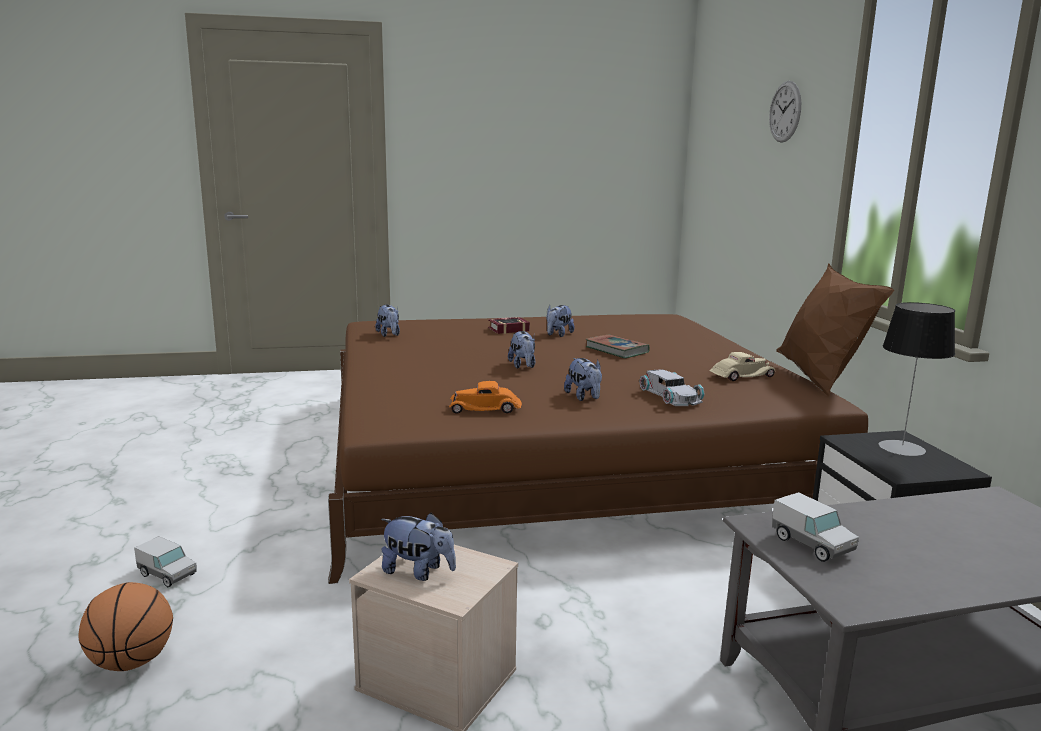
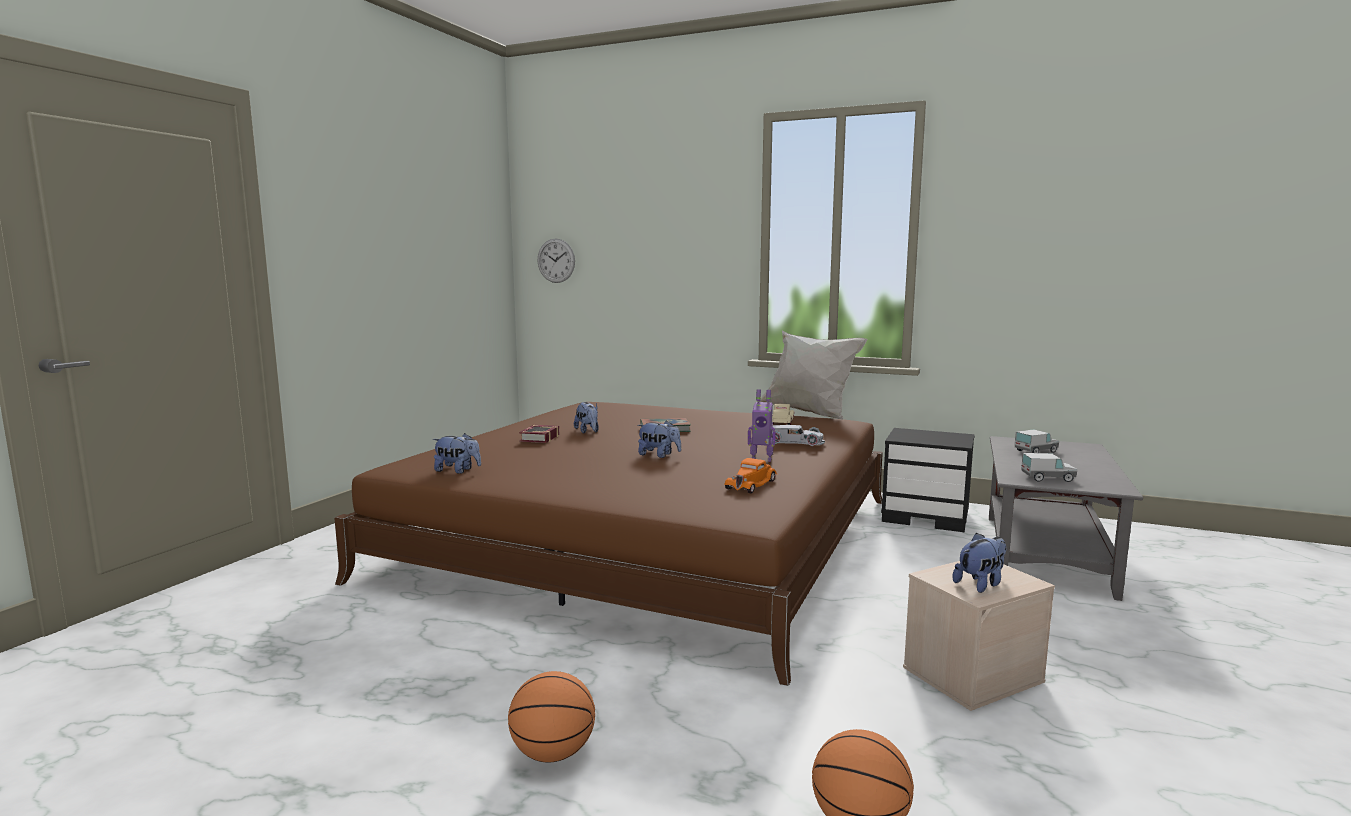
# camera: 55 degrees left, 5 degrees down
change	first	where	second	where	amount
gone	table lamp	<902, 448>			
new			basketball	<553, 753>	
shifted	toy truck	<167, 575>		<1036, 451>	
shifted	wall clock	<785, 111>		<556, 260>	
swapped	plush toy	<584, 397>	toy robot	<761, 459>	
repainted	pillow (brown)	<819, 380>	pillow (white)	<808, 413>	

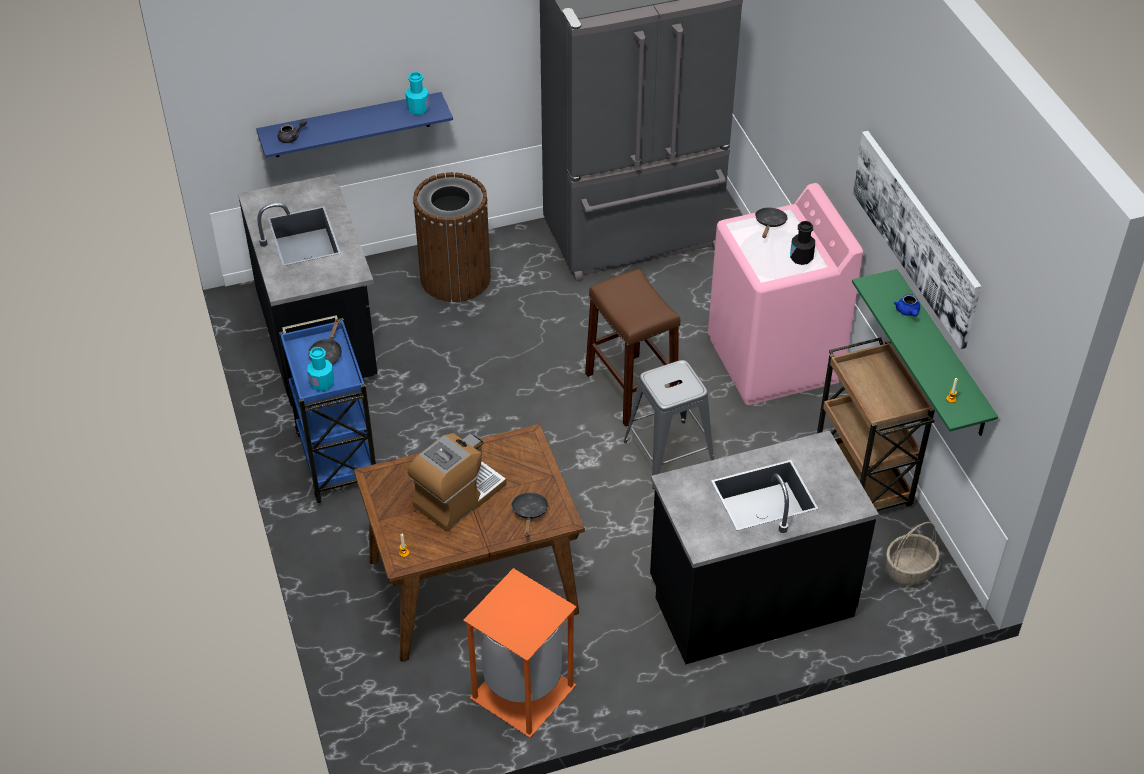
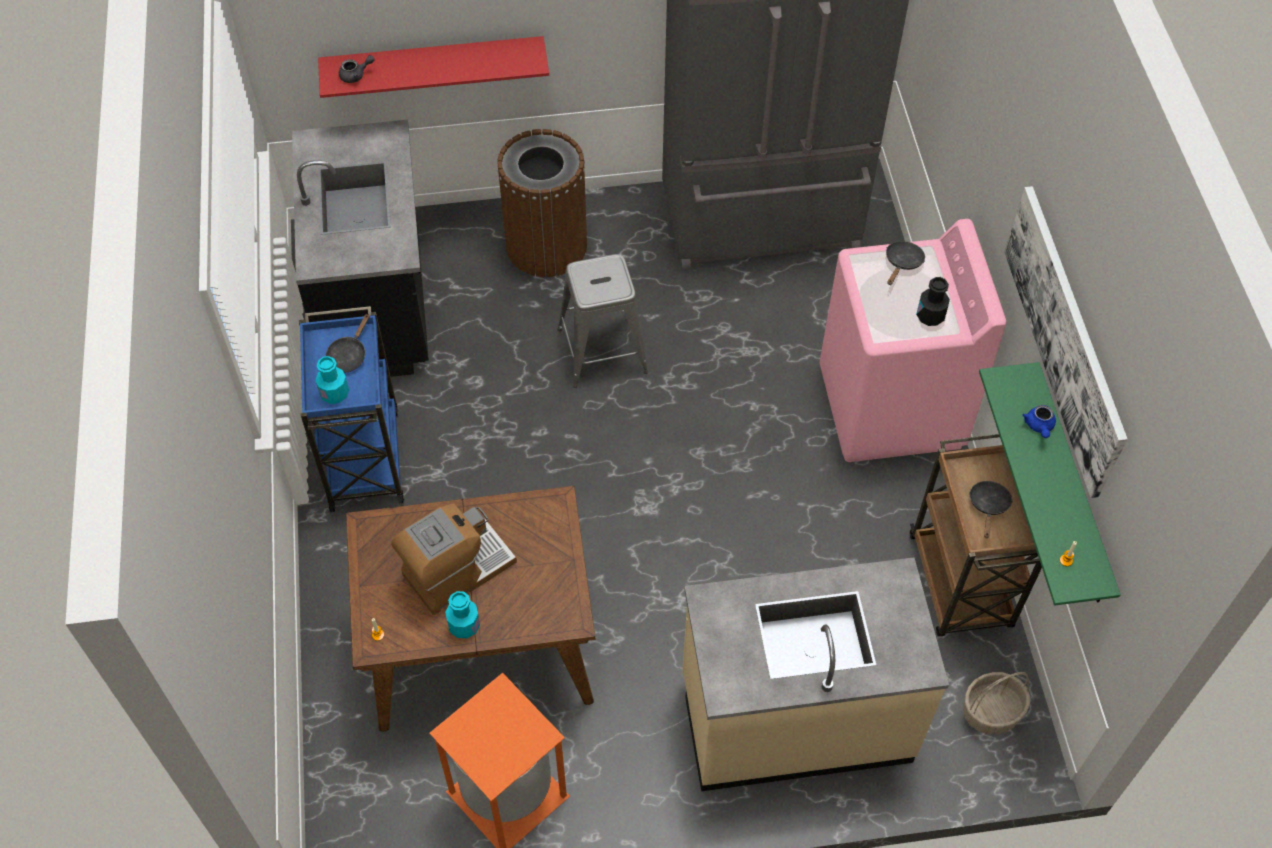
# camera: 10 degrees right, 10 degrees up
change	first	where	second	where	amount
gone	stool (brown)	<631, 389>			
shifted	bottle (turquoise)	<418, 109>		<464, 625>	
shifted	frying pan (black)	<529, 513>		<988, 506>	
shifted	stool (grey)	<668, 454>		<602, 351>	
repainted	shelf (blue)	<351, 125>	shelf (red)	<433, 63>	
repainted	counter (black)	<750, 598>	counter (beige)	<795, 717>	

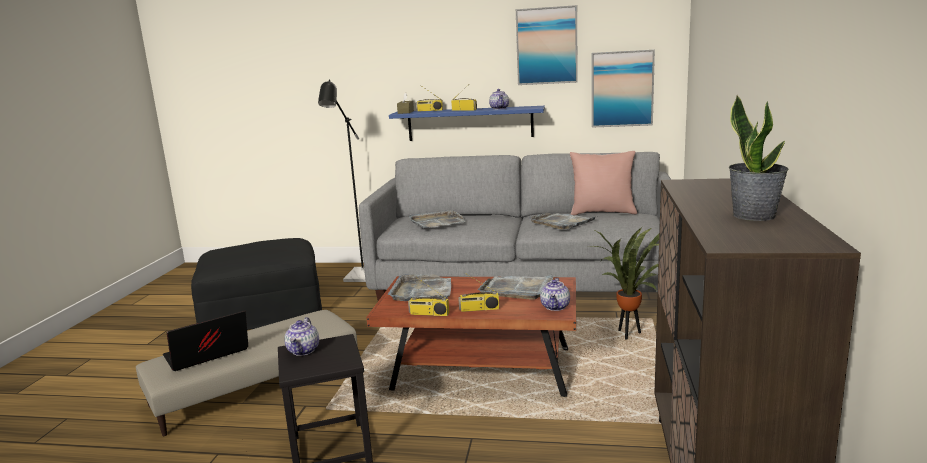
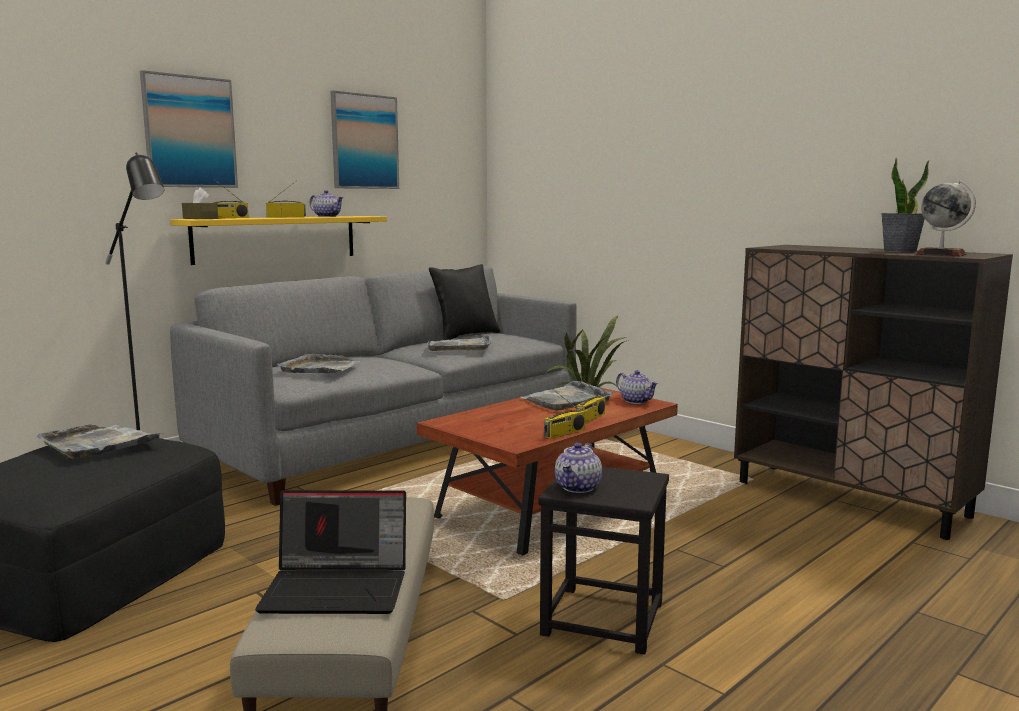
# camera: 55 degrees left, 5 degrees down
change	first	where	second	where	amount
new			globe	<941, 254>	
shifted	tray (grey)	<422, 291>		<98, 444>	
shifted	picture	<622, 89>		<189, 132>	
repainted	shelf (blue)	<470, 123>	shelf (yellow)	<276, 238>	
repainted	pillow (pink)	<602, 212>	pillow (black)	<465, 336>	
rotated	laptop	<206, 356>		<338, 588>	90 degrees counterclockwise
rotated	teapot	<304, 350>		<578, 487>	75 degrees clockwise

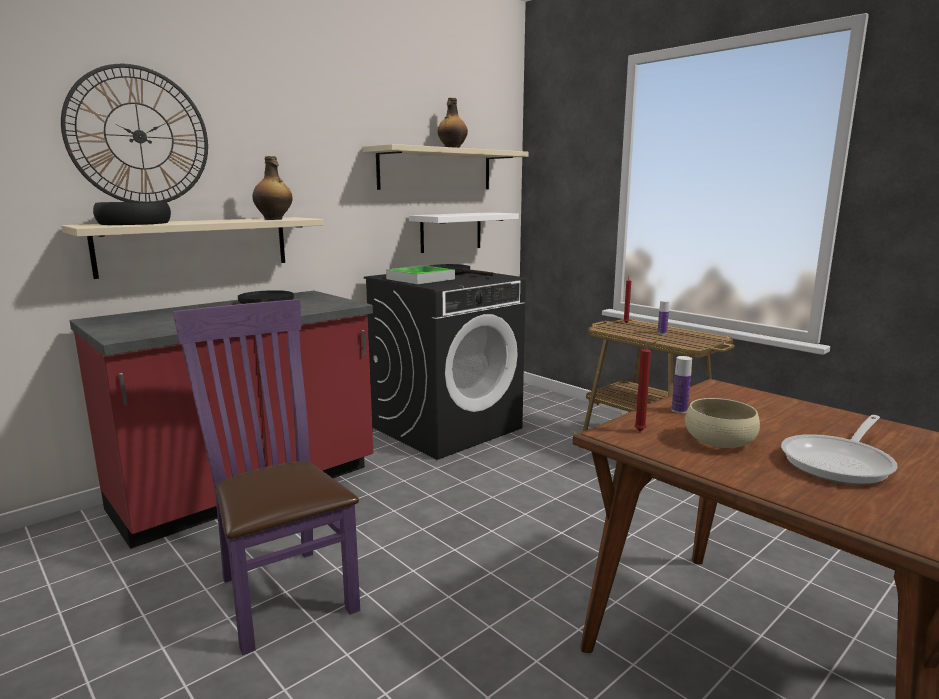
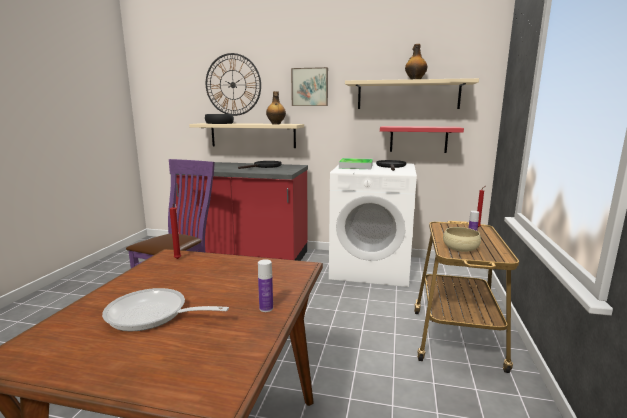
# camera: 55 degrees right, 0 degrees up
change	first	where	second	where	amount
new			picture	<310, 87>	
shifted	bottle	<679, 410>		<266, 308>	
shifted	bowl (beige)	<719, 441>		<460, 248>	
repainted	washing machine (black)	<447, 427>	washing machine (white)	<371, 268>	
repainted	shelf (white)	<451, 232>	shelf (red)	<418, 139>	

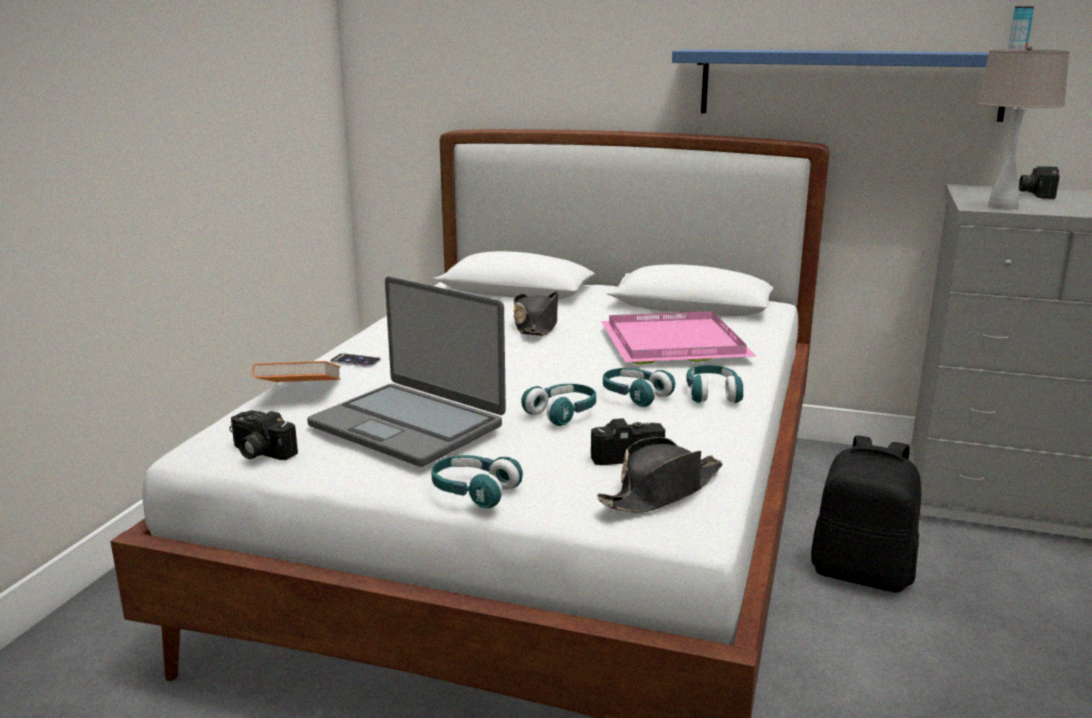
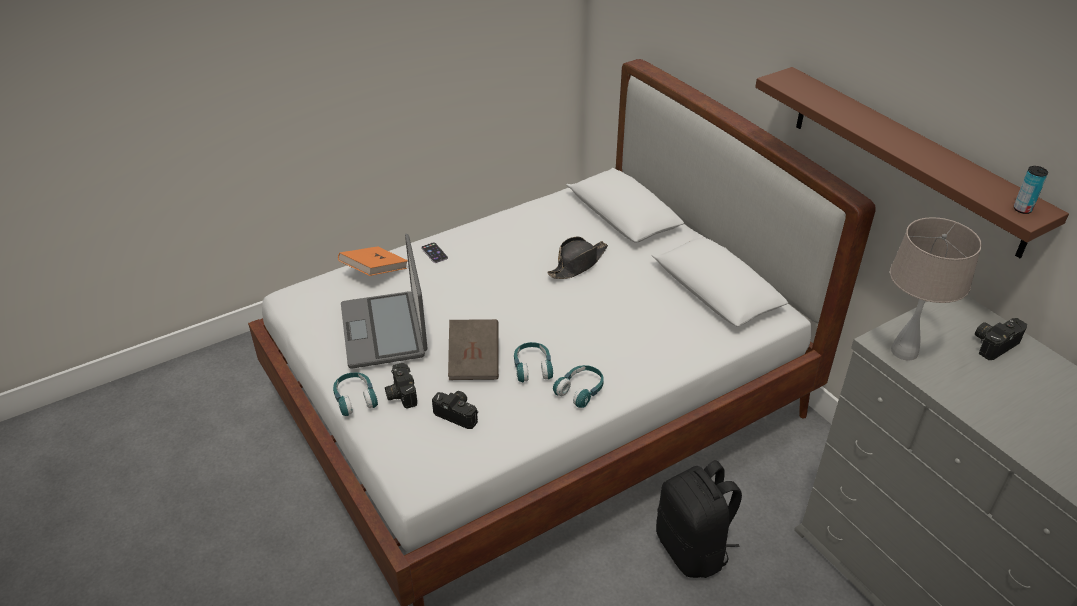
# camera: 40 degrees right, 20 degrees up
change	first	where	second	where	amount
gone	hat (black)	<662, 491>			
gone	tray (pink)	<675, 342>			
shifted	photo camera	<259, 452>		<400, 393>	
swapped	headphones (turquoise)	<563, 413>	book (brown)	<474, 361>	
repainted	shelf (blue)	<848, 84>	shelf (brown)	<906, 158>	

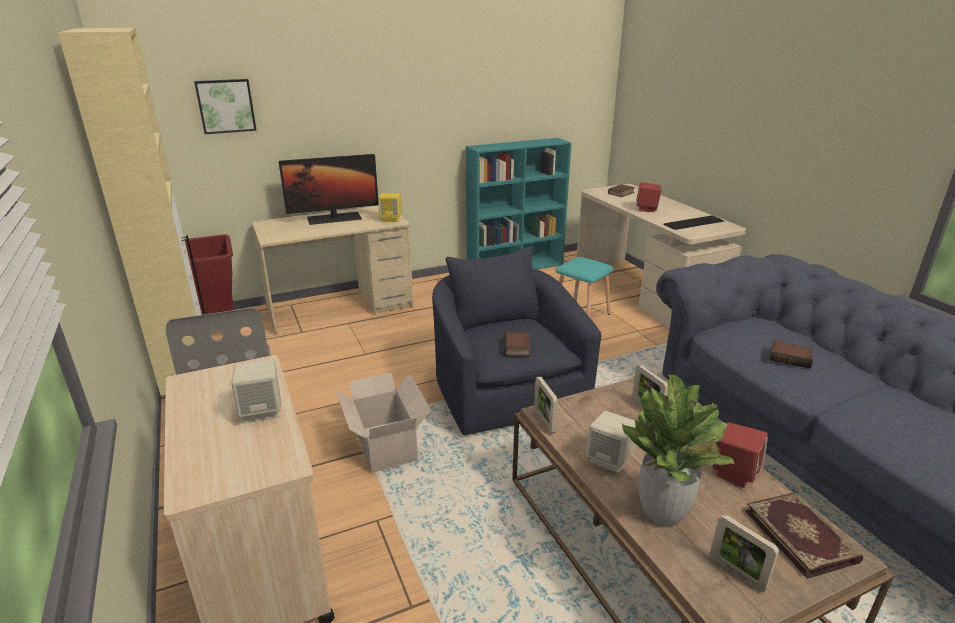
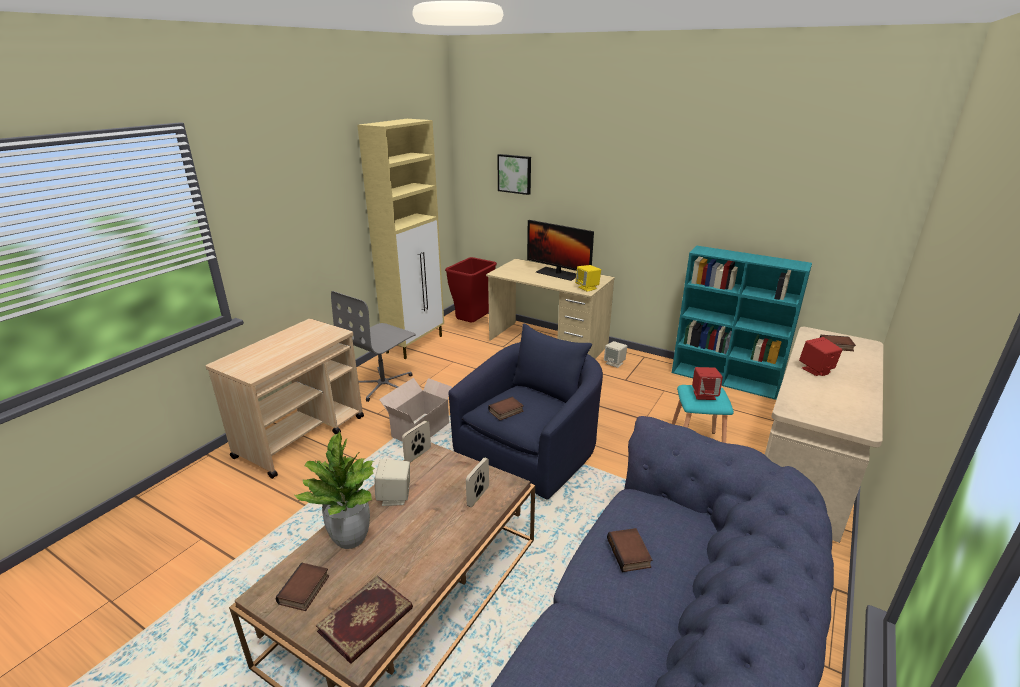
# camera: 55 degrees right, 0 degrees up
change	first	where	second	where	amount
gone	keyboard	<694, 223>			
shifted	speaker (beige)	<262, 411>		<614, 363>	
shifted	speaker (red)	<734, 472>		<704, 395>	
swapped	picture frame	<737, 573>	book	<305, 590>	

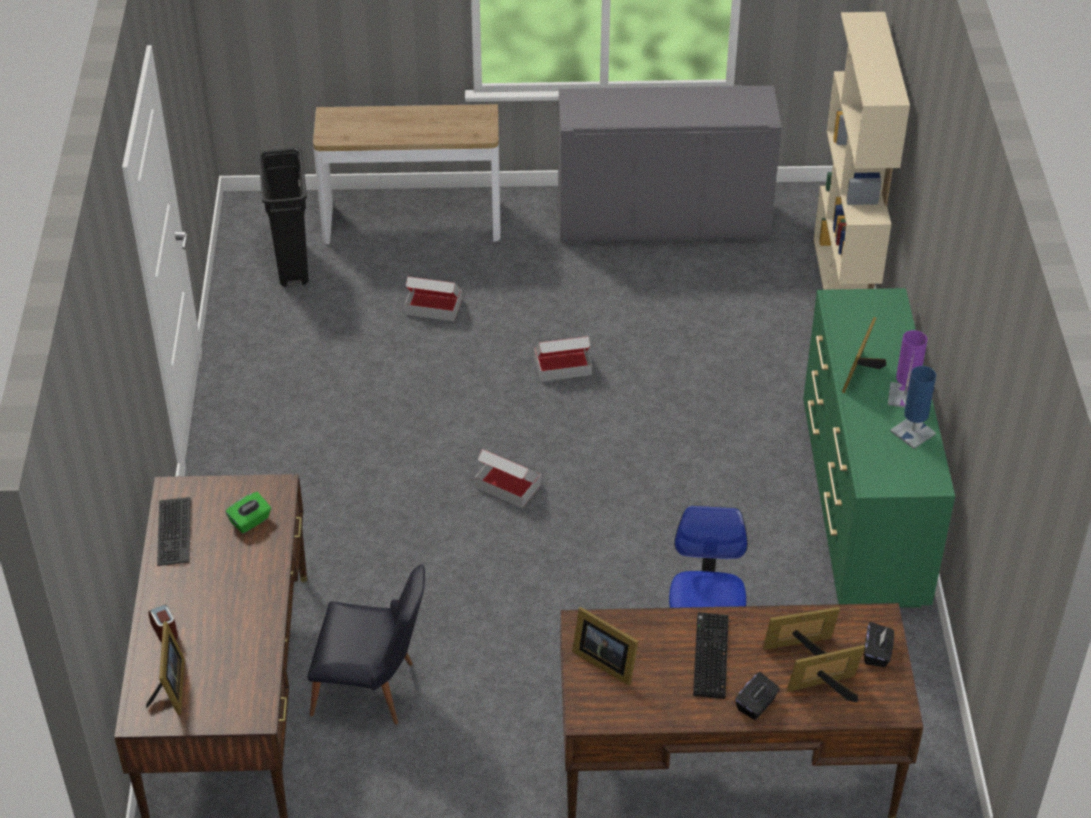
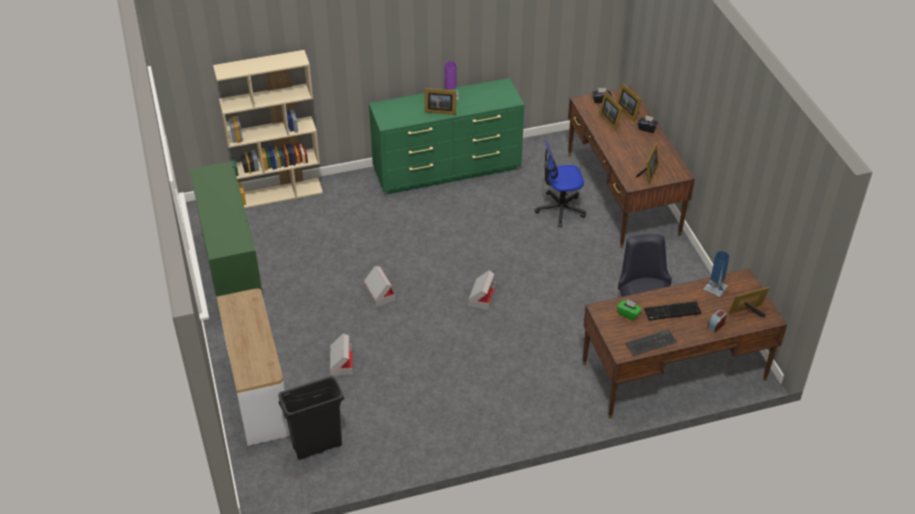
# camera: 105 degrees left, 0 degrees up
change	first	where	second	where	amount
shifted	keyboard	<709, 655>		<672, 312>	
shifted	table lamp (blue)	<913, 432>		<715, 288>	
repainted	cabinet (grey)	<662, 221>	cabinet (green)	<233, 273>	

